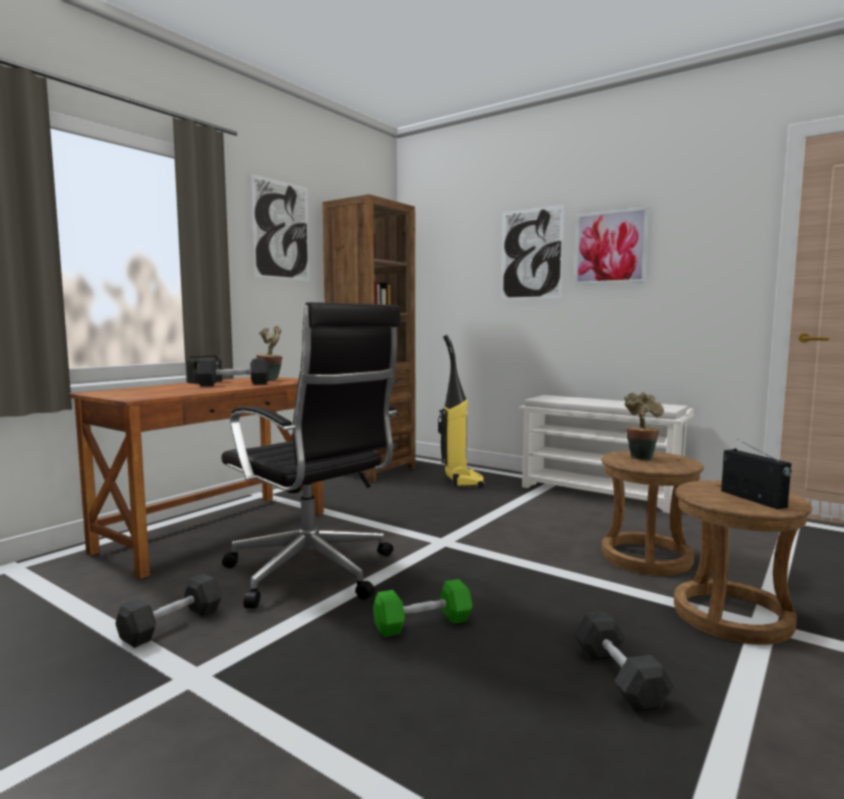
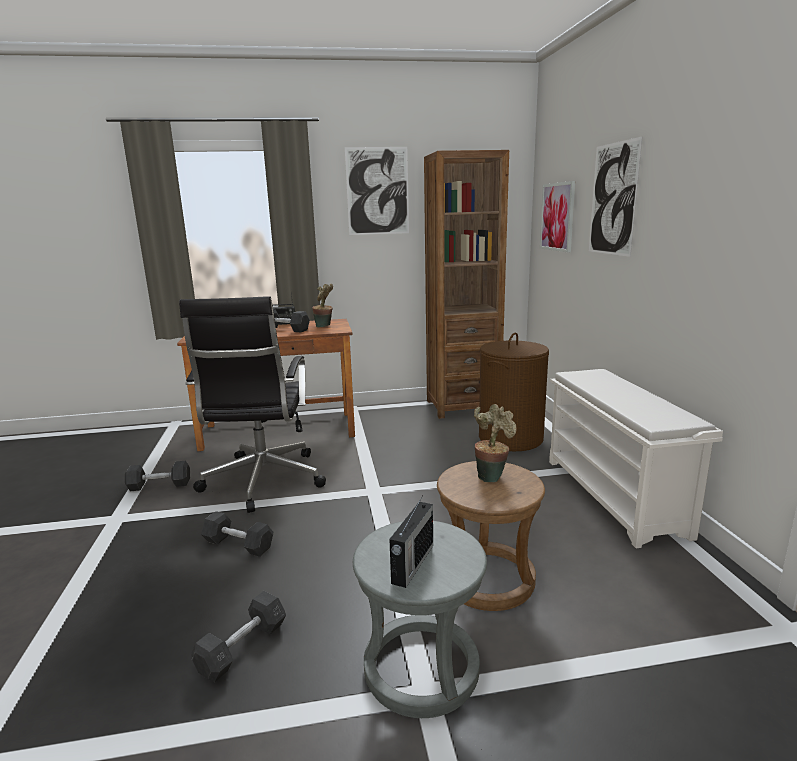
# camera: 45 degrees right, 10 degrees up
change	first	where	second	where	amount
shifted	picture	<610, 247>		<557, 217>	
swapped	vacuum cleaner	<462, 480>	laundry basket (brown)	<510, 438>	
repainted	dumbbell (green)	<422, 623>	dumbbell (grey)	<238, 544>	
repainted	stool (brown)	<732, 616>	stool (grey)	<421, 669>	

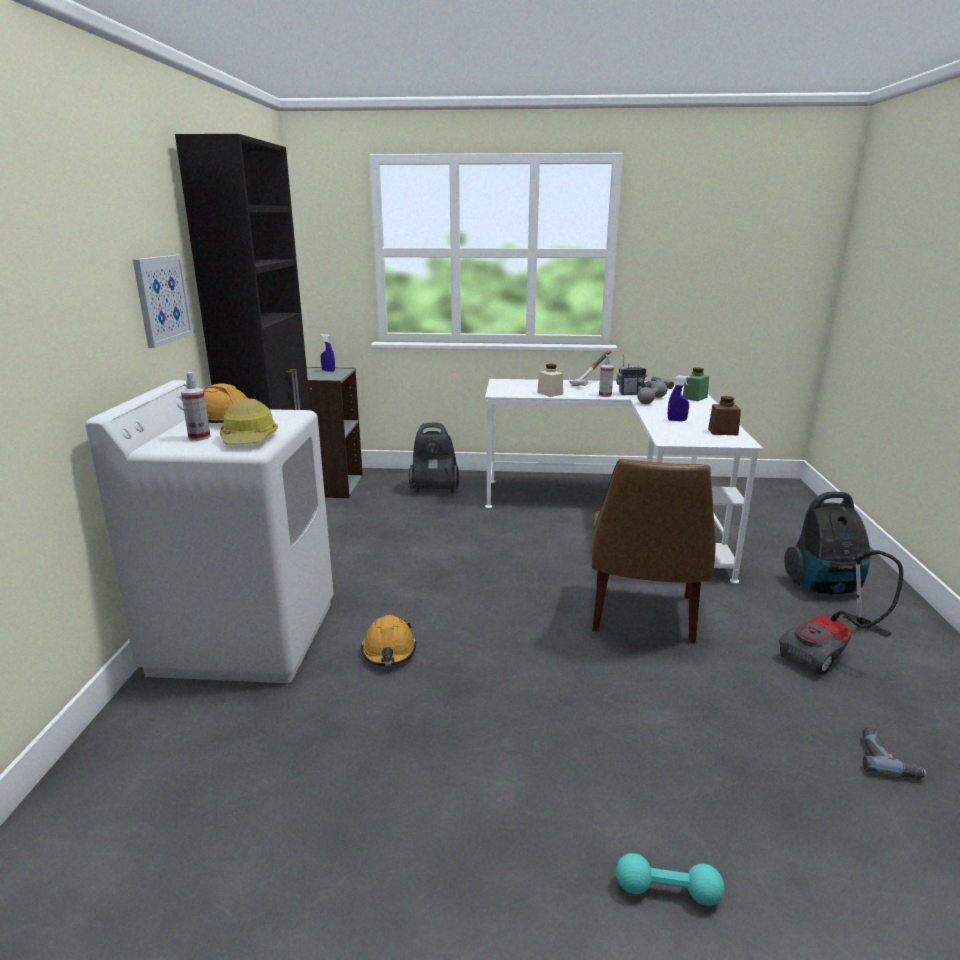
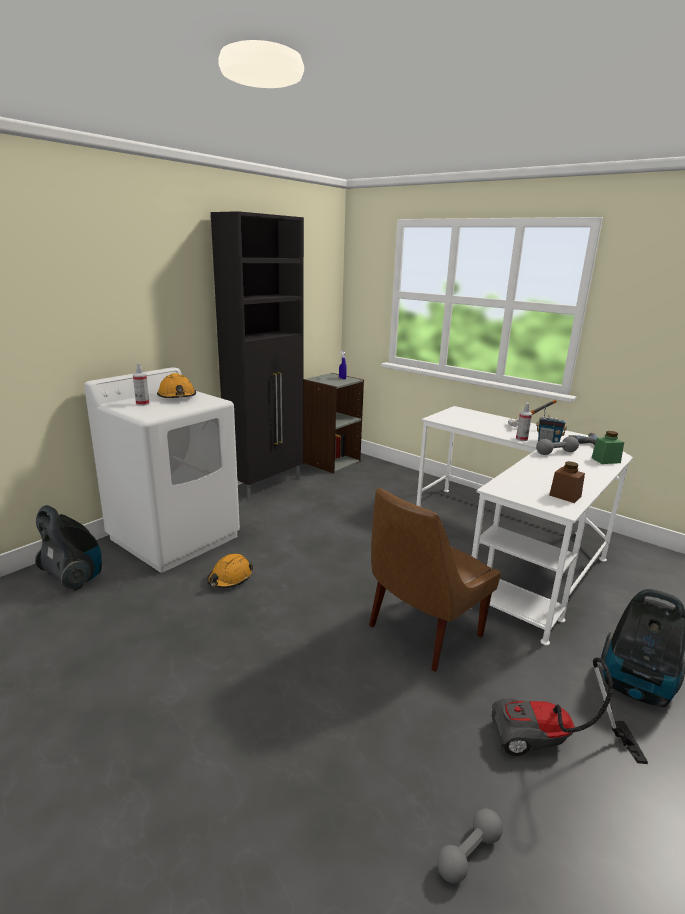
# camera: 35 degrees right, 0 degrees up
change	first	where	second	where	amount
gone	picture	<162, 299>			
gone	hard hat	<249, 439>			
gone	jar (beige)	<550, 393>			
gone	dumbbell (turquoise)	<667, 891>			
gone	spray bottle (blue)	<677, 420>			
shifted	vacuum cleaner	<434, 489>		<74, 578>	
swapped	power drill	<887, 758>	dumbbell (grey)	<469, 854>	

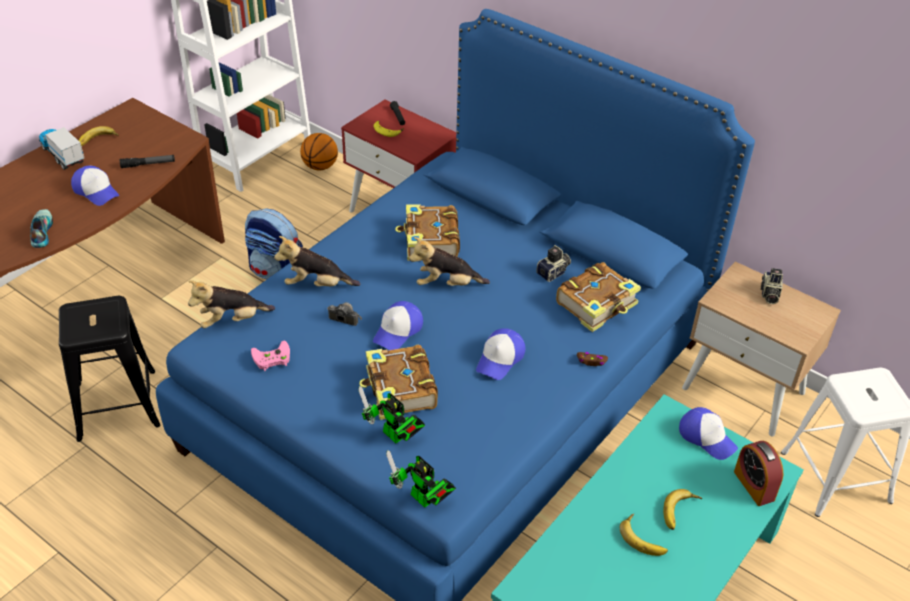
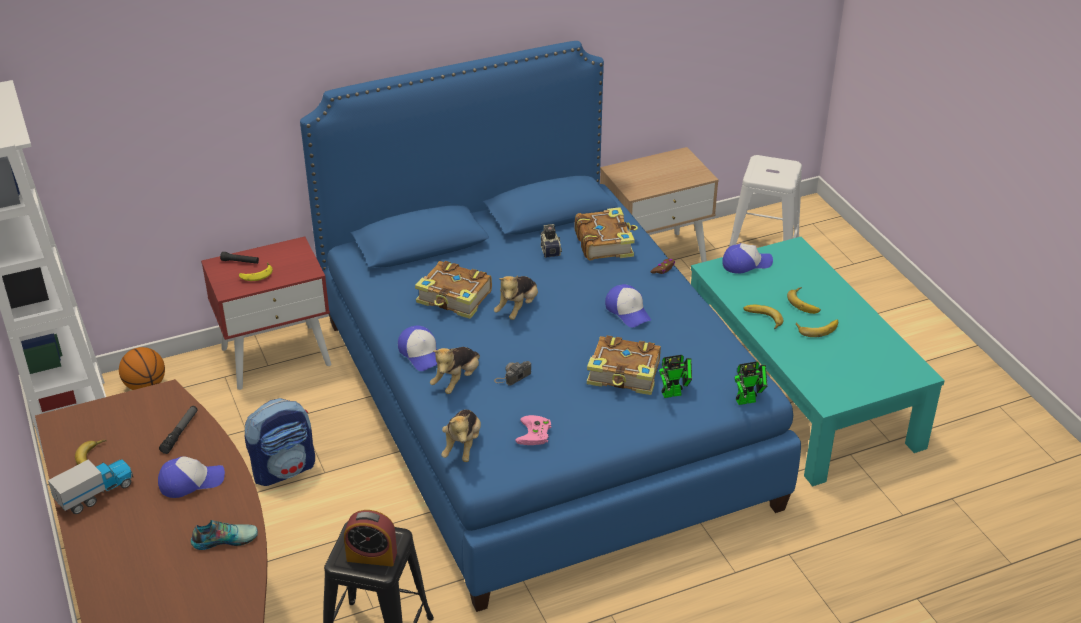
# camera: 60 degrees left, 5 degrees down
change	first	where	second	where	amount
gone	photo camera	<769, 294>			
new			banana	<762, 319>	
shifted	cap	<398, 331>		<421, 354>	
shifted	alarm clock	<754, 485>		<371, 556>	
rotated	shoe	<40, 232>		<225, 539>	150 degrees clockwise
rotated	toy truck	<63, 156>		<96, 494>	150 degrees clockwise

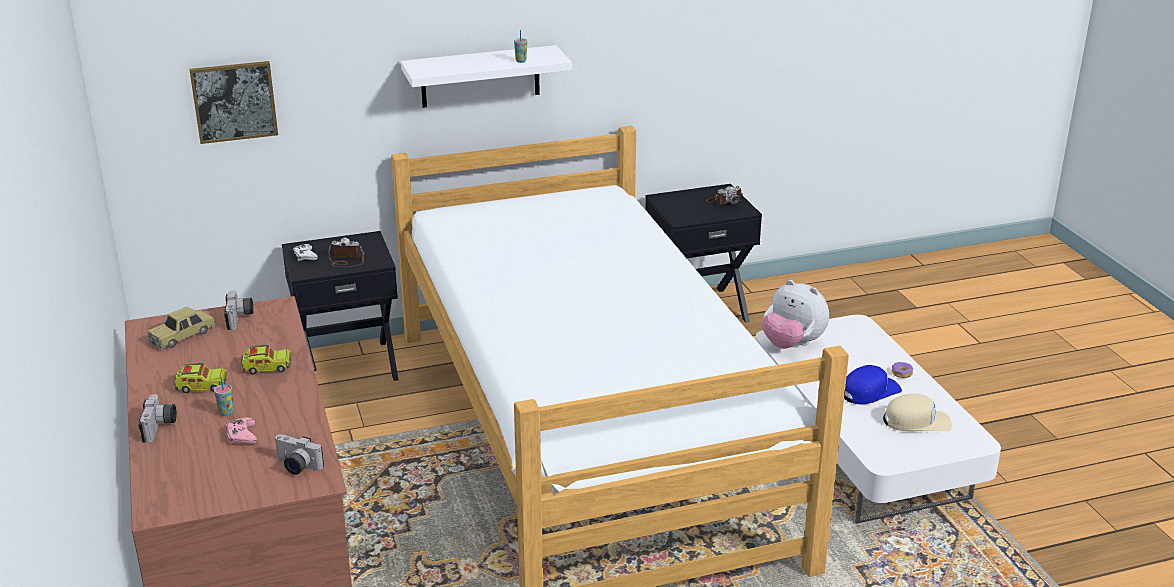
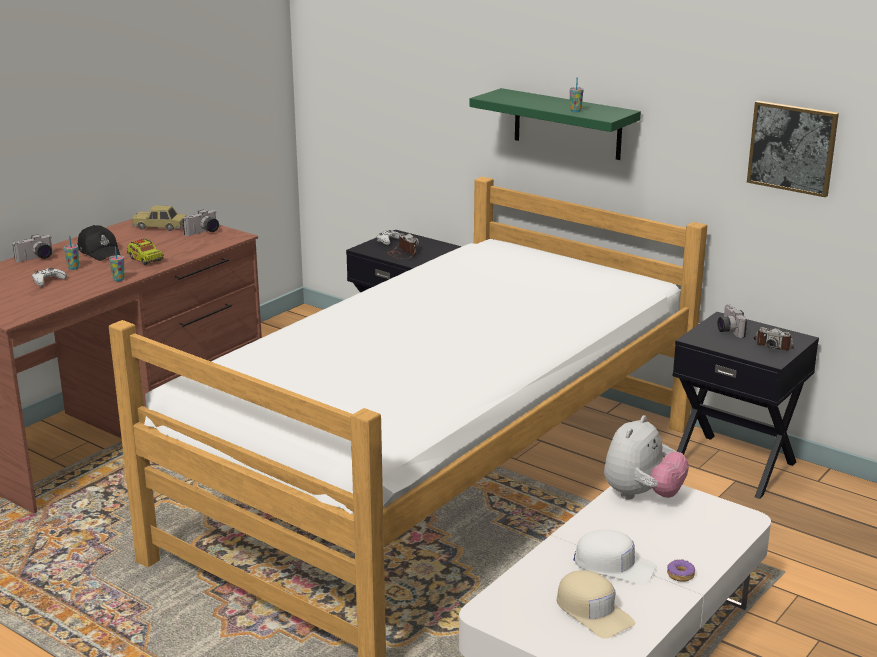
# camera: 55 degrees right, 5 degrees down
change	first	where	second	where	amount
new			cup	<118, 279>	
shifted	picture	<234, 101>		<792, 148>	
shifted	photo camera	<296, 467>		<728, 330>	
swapped	toy truck	<201, 386>	cap (black)	<100, 251>	
repainted	game controller (pink)	<242, 436>	game controller (white)	<48, 281>	
repainted	shelf (white)	<480, 76>	shelf (green)	<567, 124>	
repainted	cap (blue)	<870, 391>	cap (white)	<614, 566>	
rotated	plush toy	<792, 344>		<641, 495>	150 degrees counterclockwise

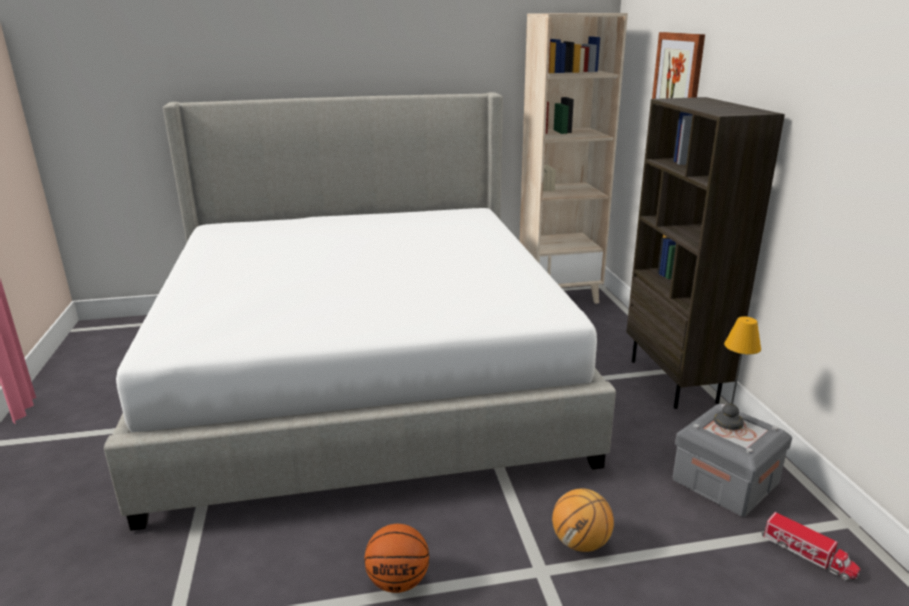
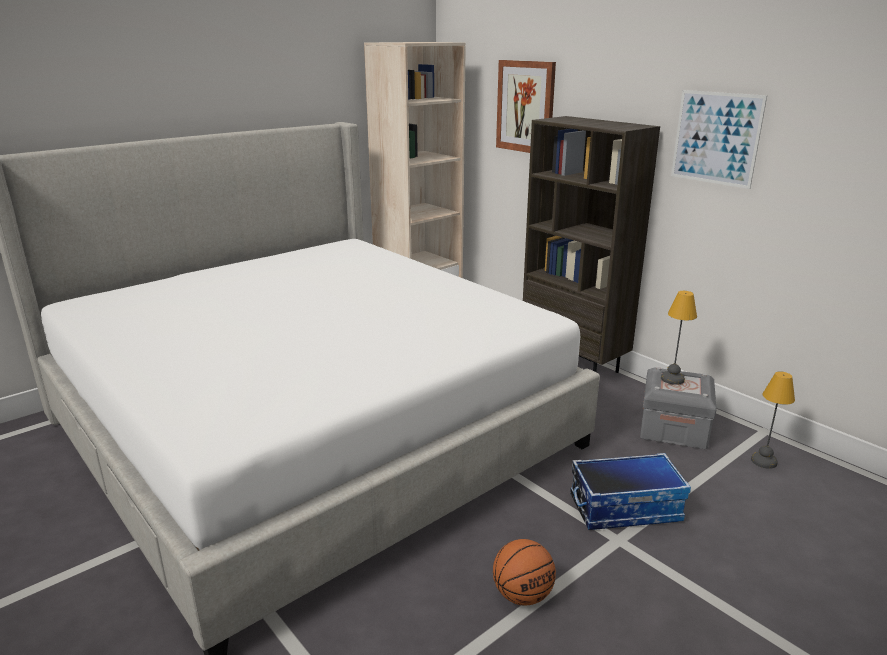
# camera: 30 degrees left, 0 degrees up
change	first	where	second	where	amount
new			picture	<716, 138>	
swapped	basketball	<581, 543>	storage box	<625, 508>	
swapped	toy truck	<808, 555>	table lamp	<763, 461>	

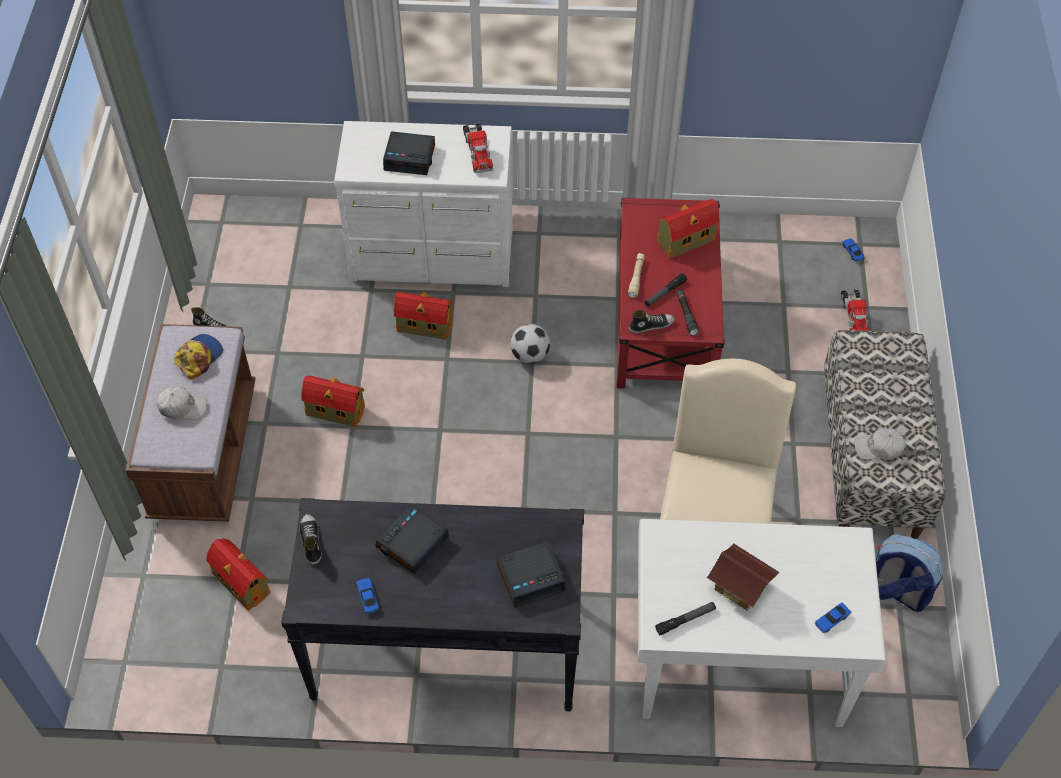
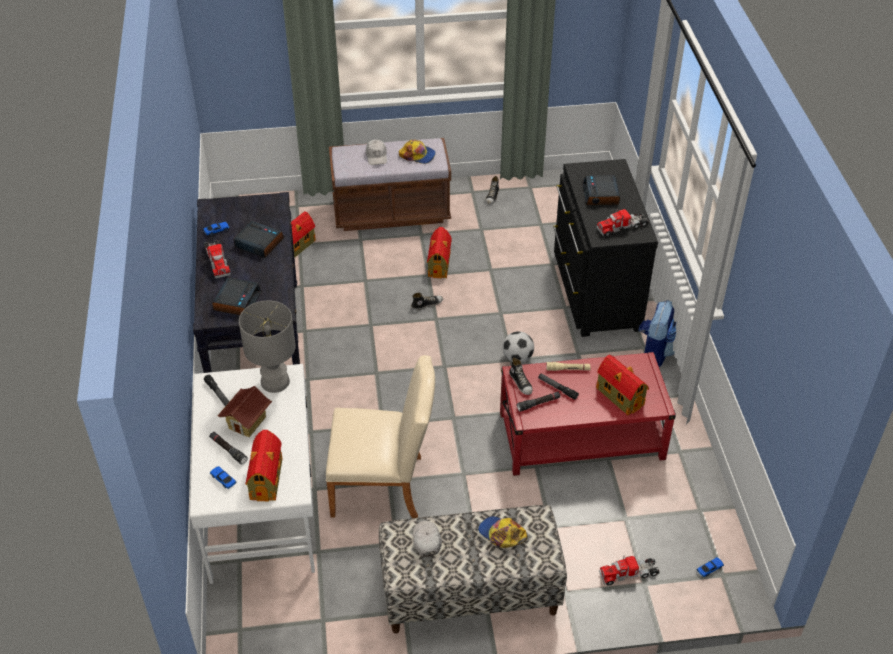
# camera: 80 degrees right, 10 degrees down
change	first	where	second	where	amount
new			toy truck	<217, 261>	
new			flashlight (black)	<228, 450>	
new			table lamp (grey)	<274, 382>	
new			cap	<501, 534>	
shifted	shoe	<310, 541>		<427, 304>	
shifted	toy house	<423, 325>		<266, 478>	
shifted	backpack	<896, 591>		<655, 352>	
repainted	dresser (white)	<433, 258>	dresser (black)	<594, 291>	
rotated	alarm clock	<531, 577>		<237, 301>	135 degrees counterclockwise

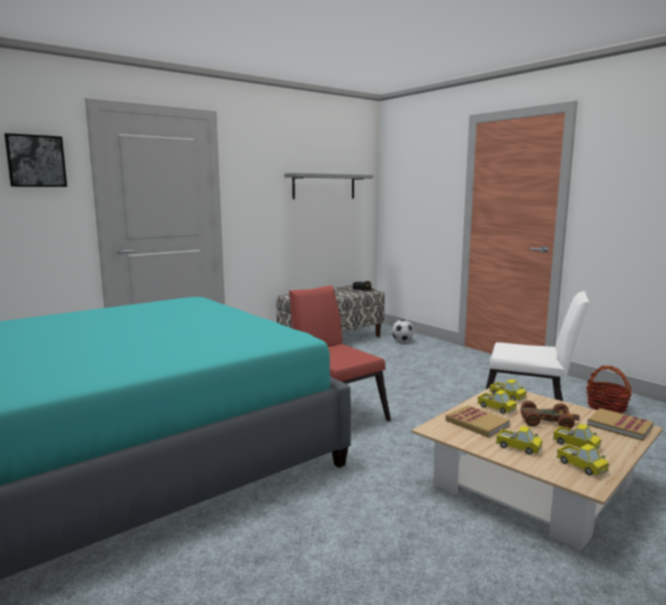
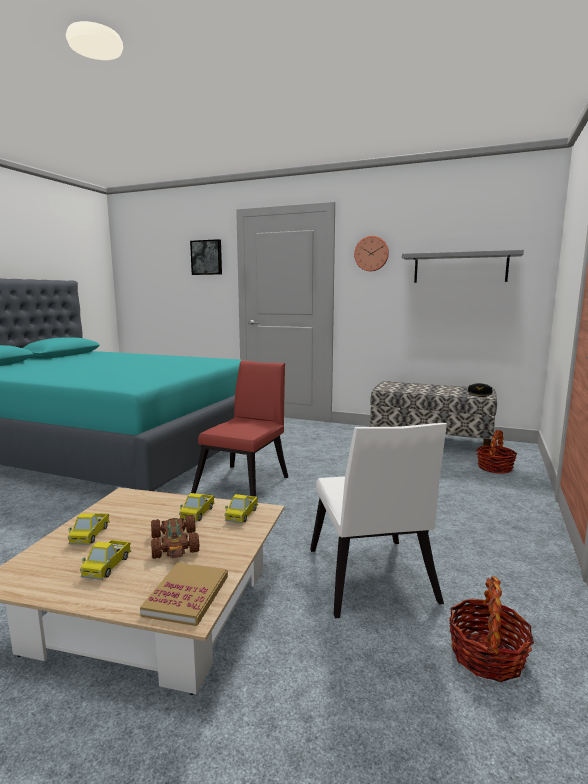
# camera: 60 degrees right, 0 degrees up
change	first	where	second	where	amount
gone	book	<477, 423>			
gone	toy truck	<581, 467>			
new			wall clock	<371, 253>	
swapped	football	<402, 341>	basket	<494, 468>	

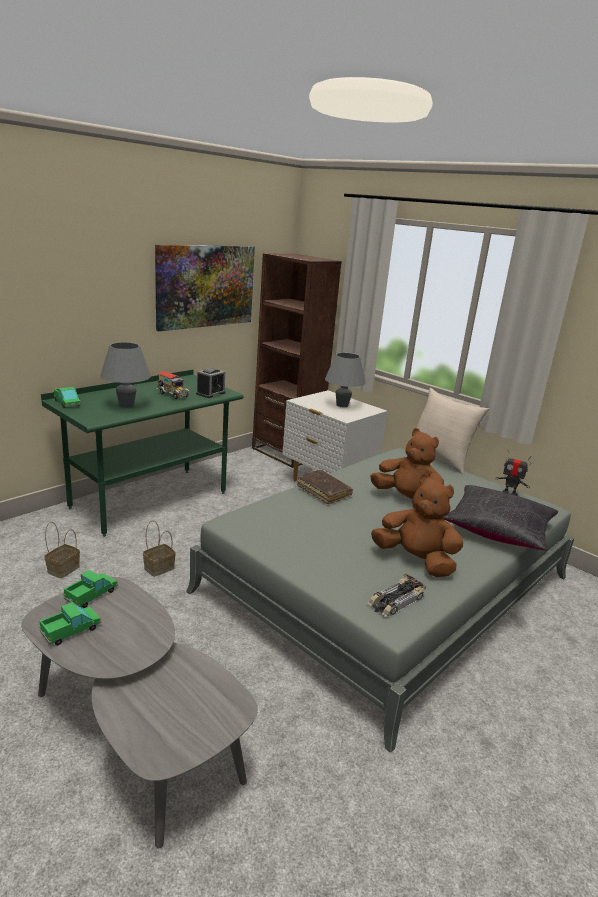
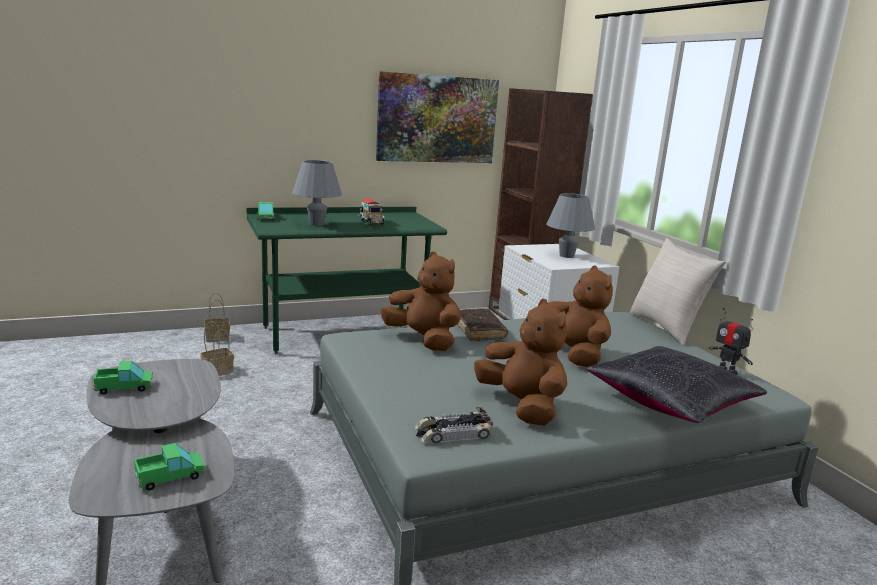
# camera: 25 degrees right, 5 degrees down
change	first	where	second	where	amount
gone	alarm clock	<210, 393>			
new			plush toy (brown)	<423, 340>	
shifted	toy truck	<91, 595>		<170, 476>	
shifted	basket	<159, 567>		<218, 338>	

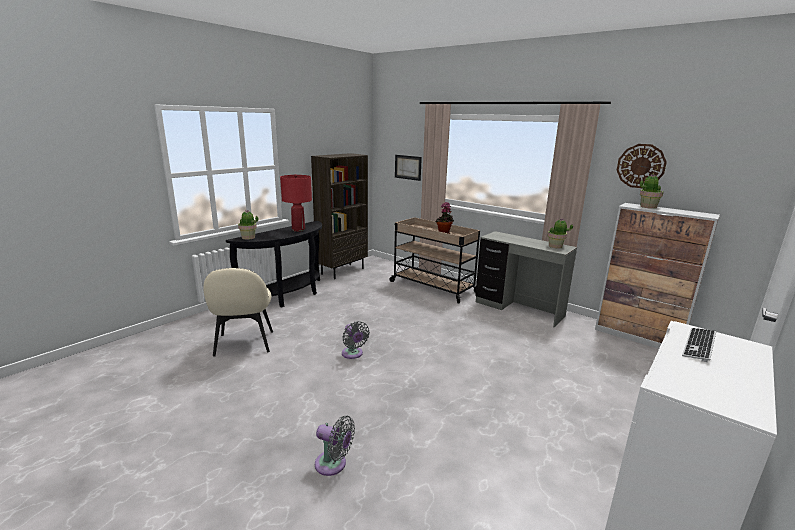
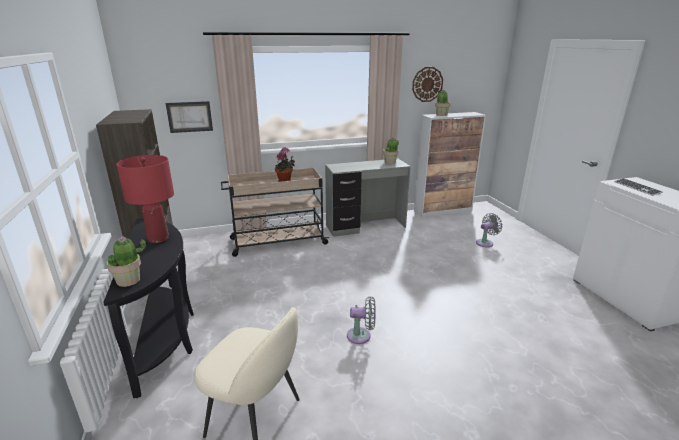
# camera: 55 degrees left, 5 degrees up
change	first	where	second	where	amount
shifted	fan (grey)	<333, 464>		<485, 243>	

